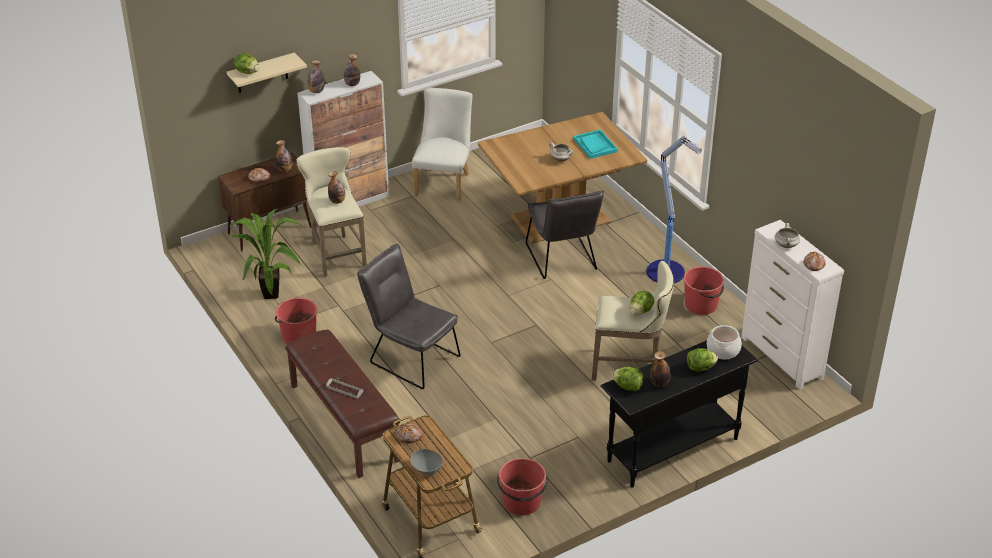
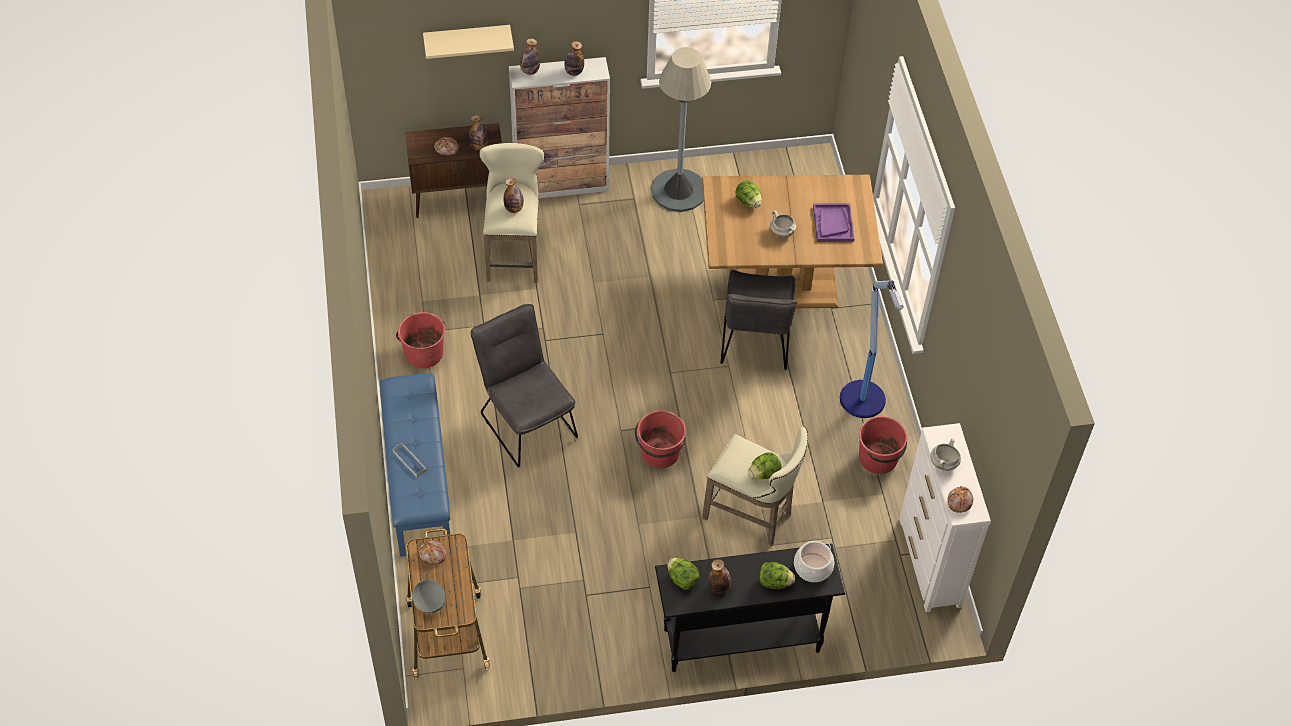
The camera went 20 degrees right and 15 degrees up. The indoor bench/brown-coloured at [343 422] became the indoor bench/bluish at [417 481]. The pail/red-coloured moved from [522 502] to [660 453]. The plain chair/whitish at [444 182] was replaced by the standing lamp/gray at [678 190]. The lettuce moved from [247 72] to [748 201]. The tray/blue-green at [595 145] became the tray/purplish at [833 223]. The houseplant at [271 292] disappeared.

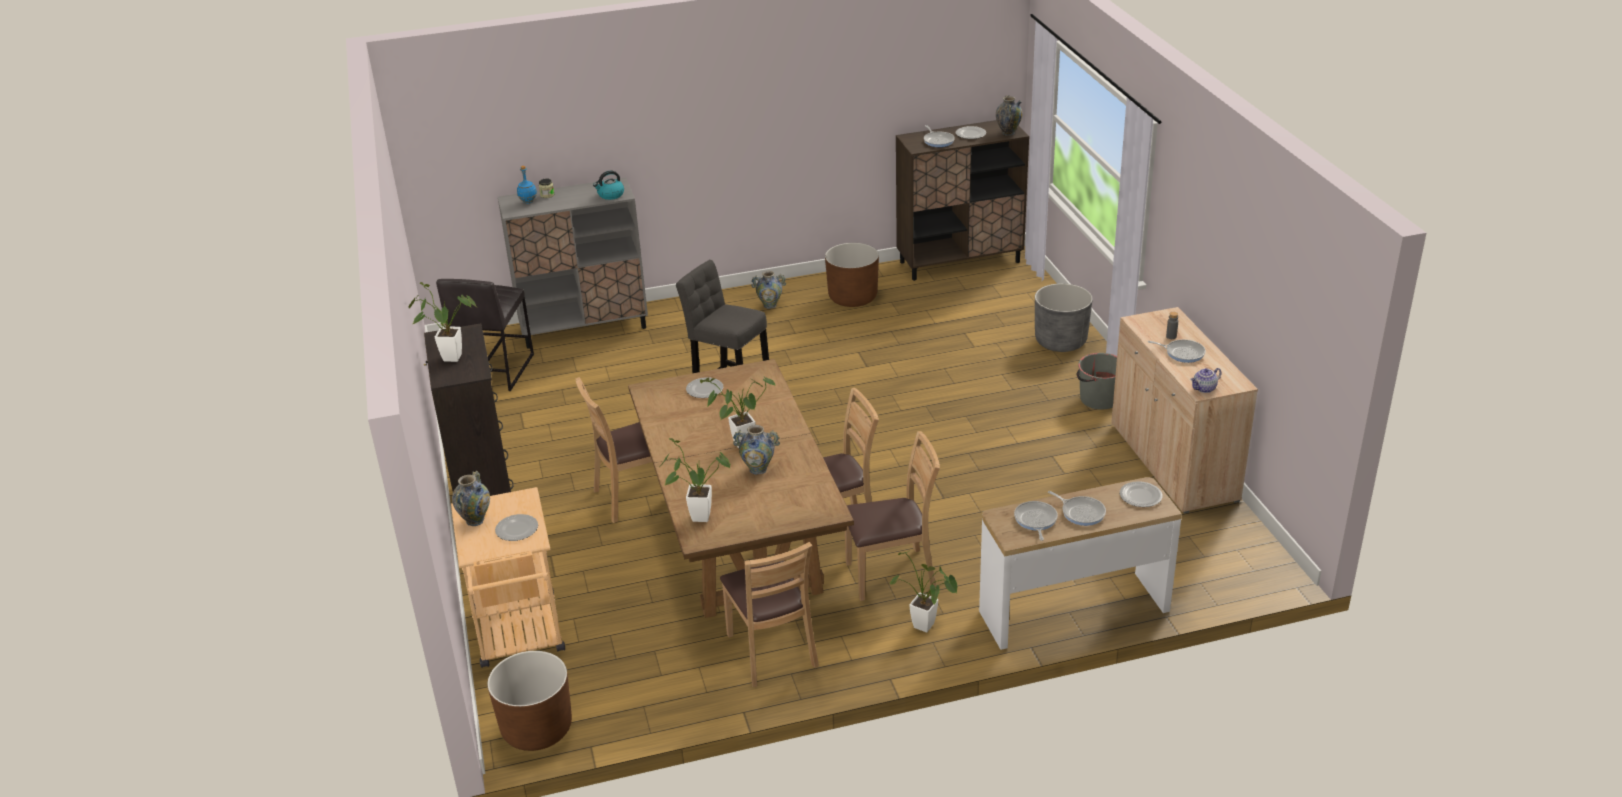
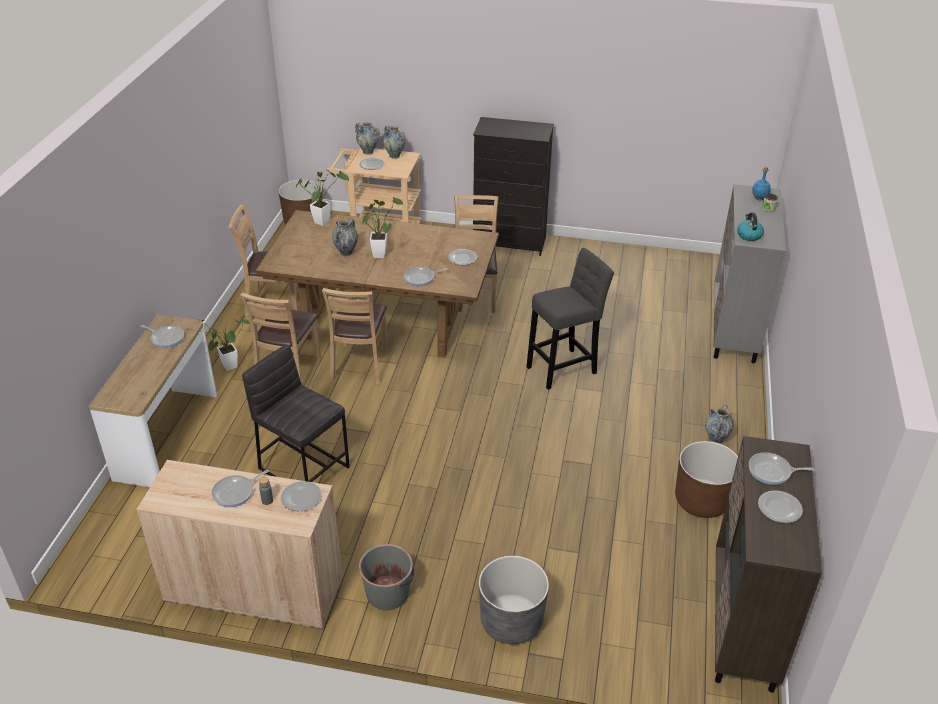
The camera went 115 degrees right and 5 degrees up. The stool seat/gray moved from [494 370] to [304 467]. The dinner plate moved from [1141 496] to [301 498]. The decorative vase moved from [1008 132] to [368 152]. The frying pan moved from [1081 512] to [421 278]. The houseplant at [448 357] disappeared. The tea pot at [1204 389] disappeared.

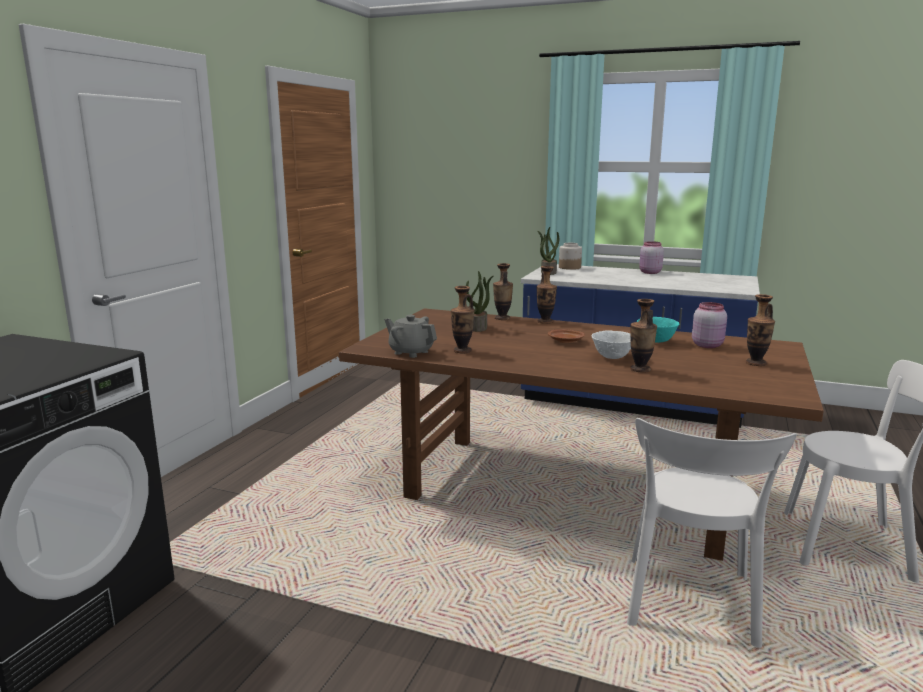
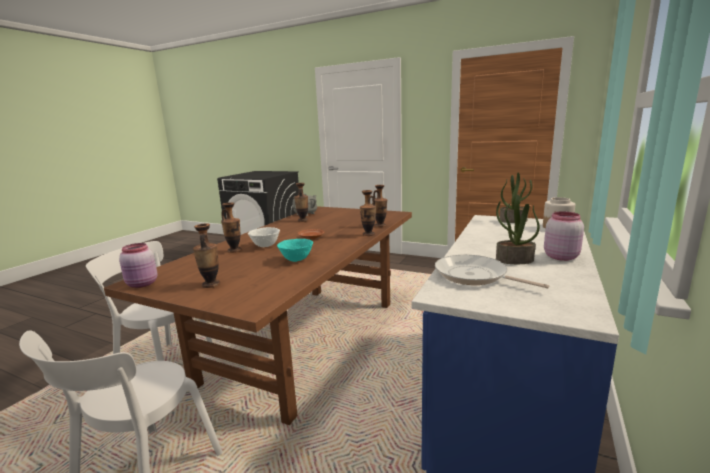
The camera went 95 degrees right and 0 degrees up. The storage jar/pink moved from [707 345] to [142 284]. The frying pan at [474 276] appeared. The houseplant moved from [477 328] to [514 260].

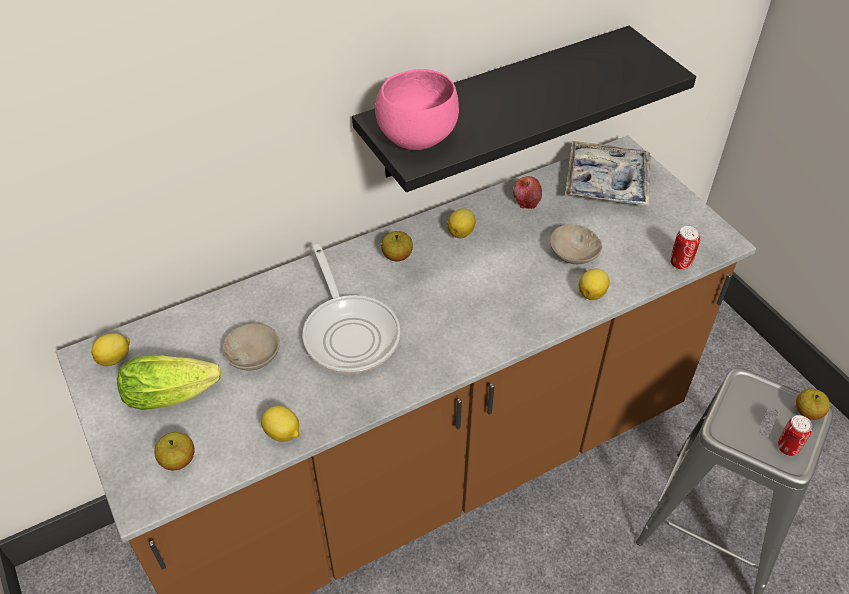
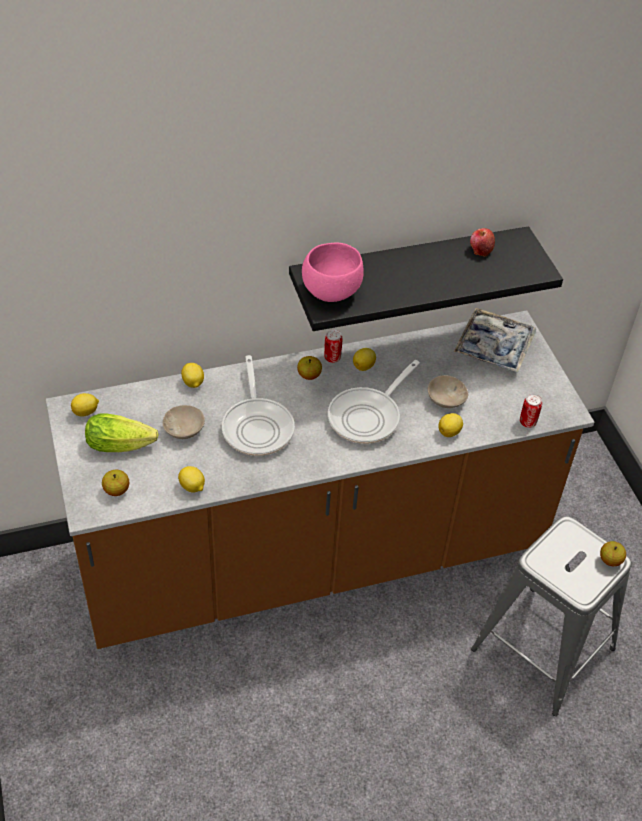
The camera went 10 degrees right and 0 degrees up. The whole lemon at [193 383] appeared. The can moved from [787 447] to [332 358]. The frying pan at [368 416] appeared. The apple moved from [526 202] to [480 250].

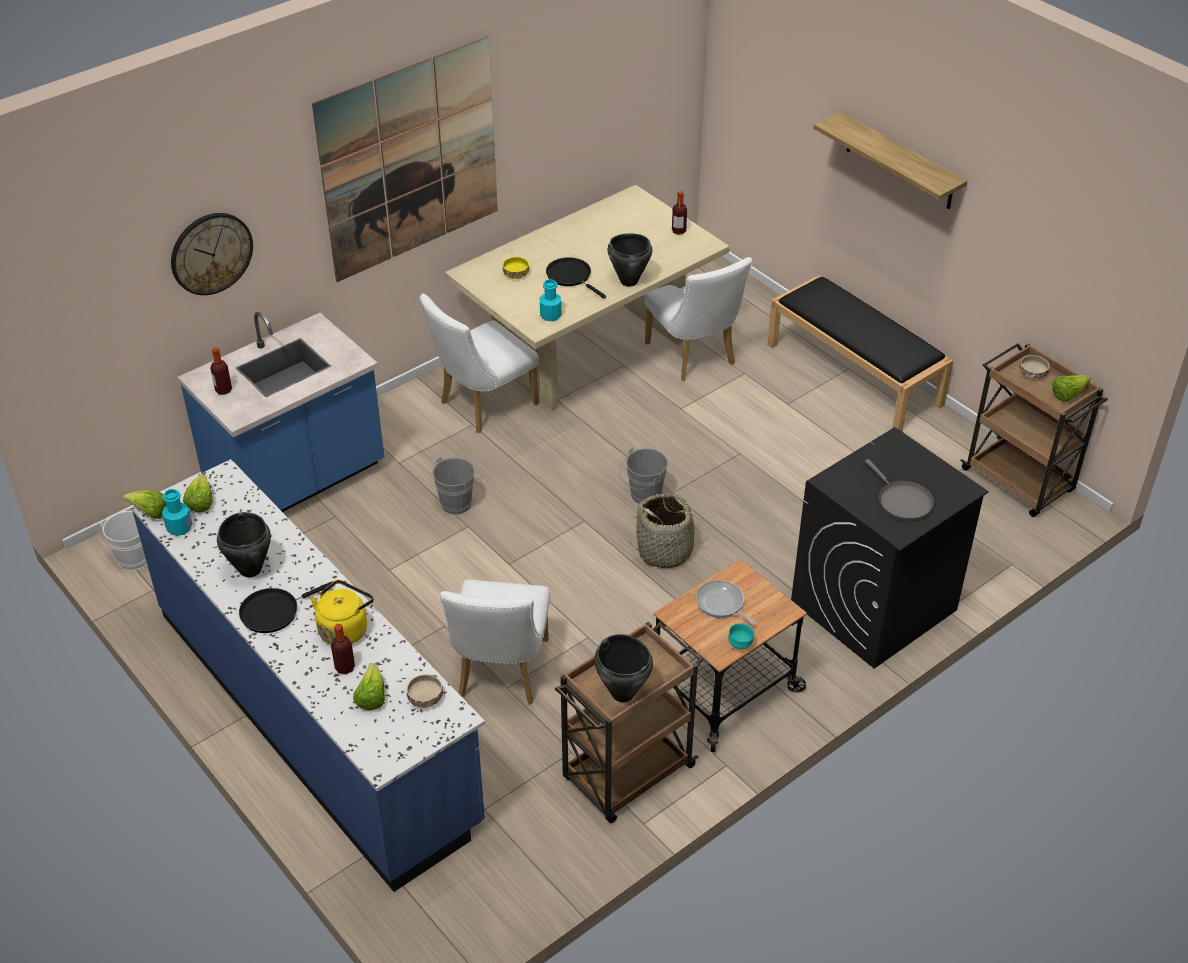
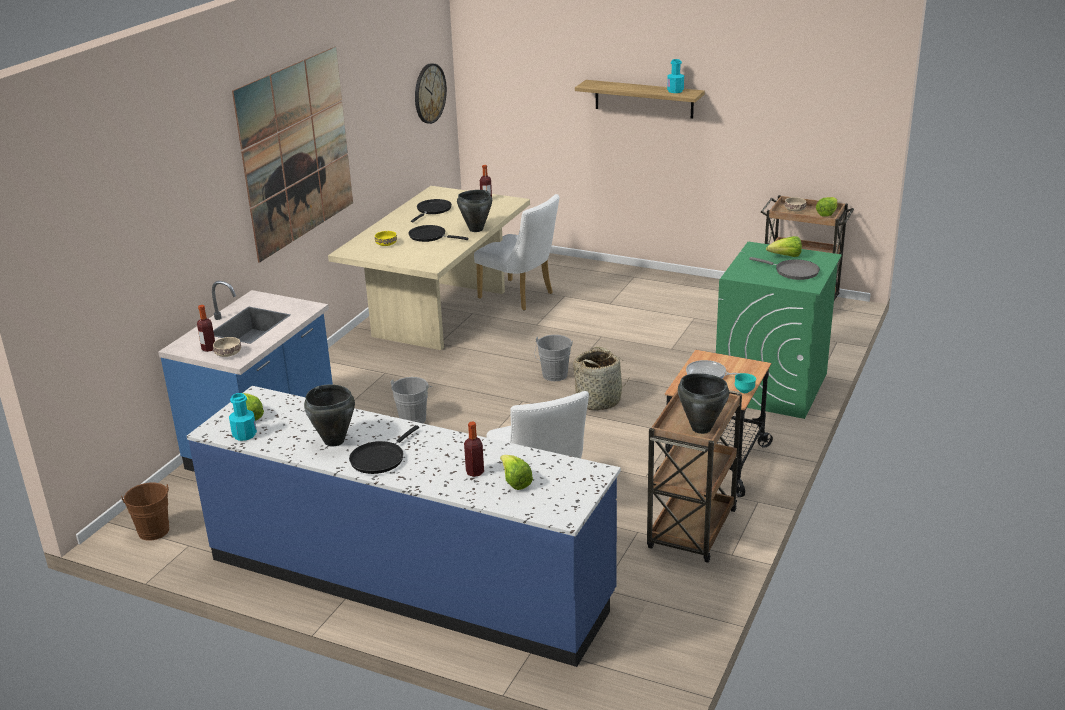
The camera went 25 degrees left and 15 degrees down. The pail/whitish at [135 556] became the pail/brown-coloured at [153 529]. The bowl/beige-coloured moved from [425 697] to [228 353]. The frying pan/black at [433 210] appeared. The clock on the wall moved from [211 253] to [429 93]. The bottle/blue-green moved from [550 315] to [675 91]. The washing machine/black at [873 606] became the washing machine/greenish at [771 387]. The lettuce moved from [150 512] to [785 256]. The kettle/yellow-coloured at [345 629] disappeared. The plain chair/whitish at [482 406] disappeared. The indoor bench/black at [855 374] disappeared.

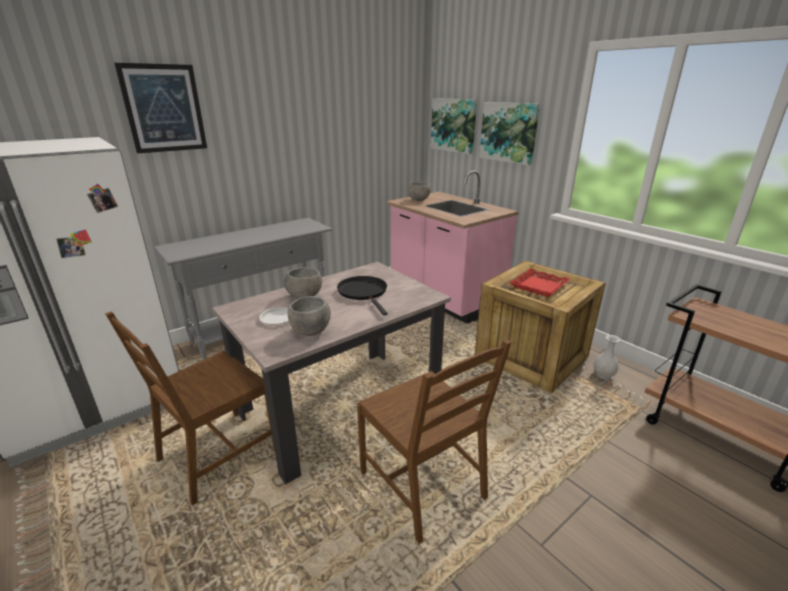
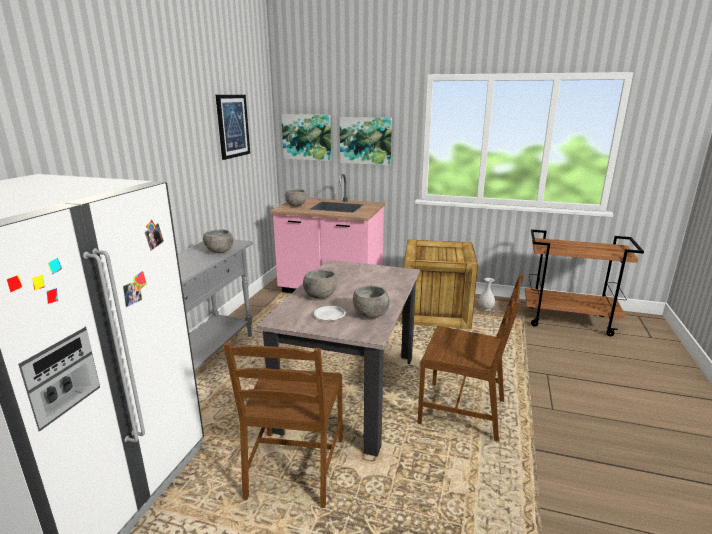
The camera went 35 degrees left and 5 degrees down. The bowl/gray at [220 251] appeared. The wall picture moved from [164 108] to [232 126]. The frying pan/black at [364 293] disappeared. The tray/red-coloured at [538 286] disappeared.

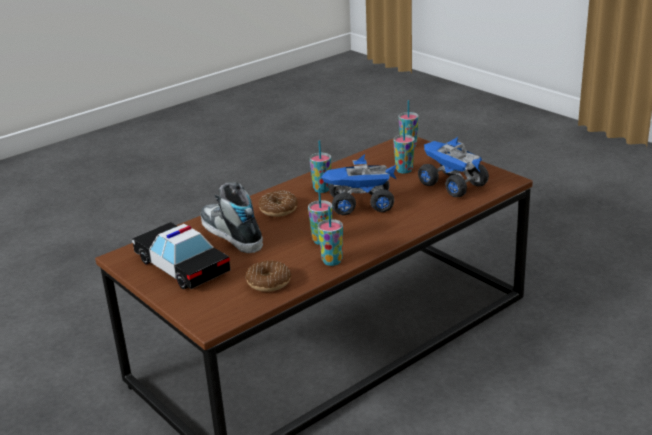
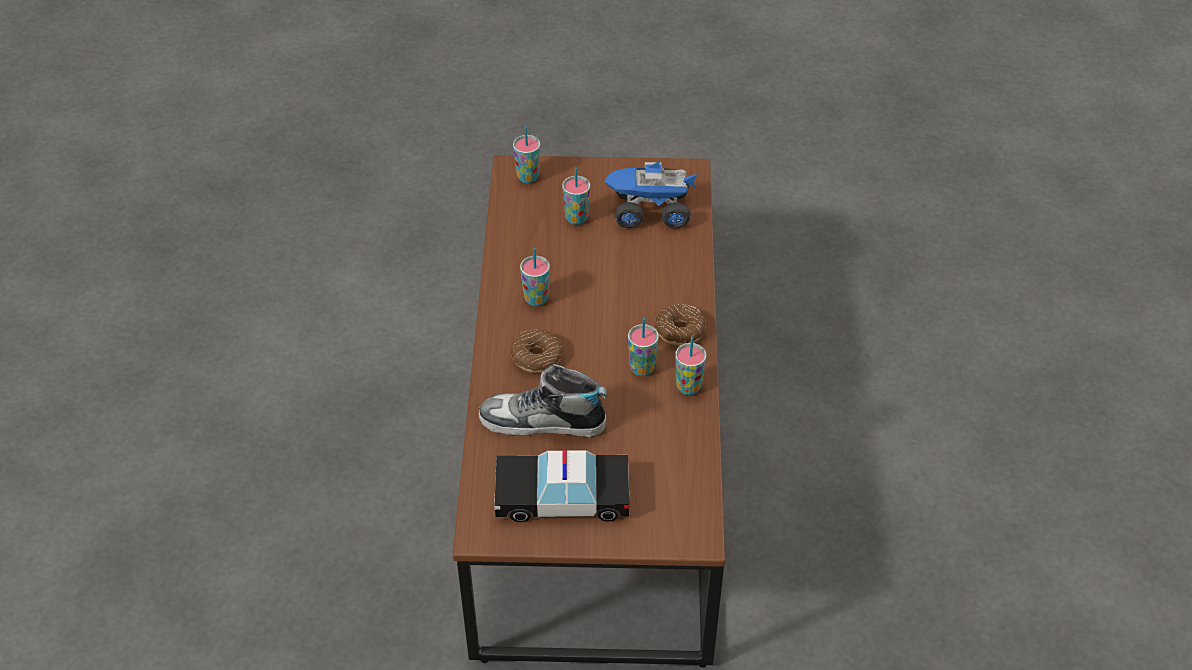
The camera went 50 degrees left and 20 degrees up. The doughnut moved from [269 282] to [680 330]. The toy truck at [360 205] disappeared.

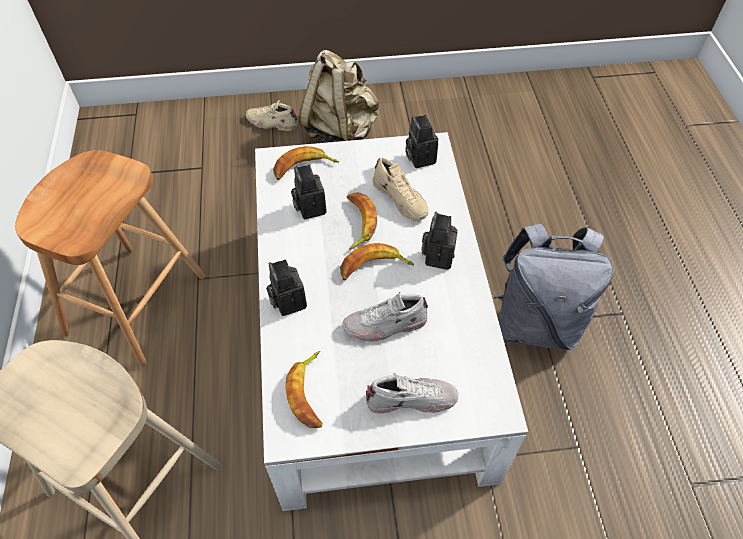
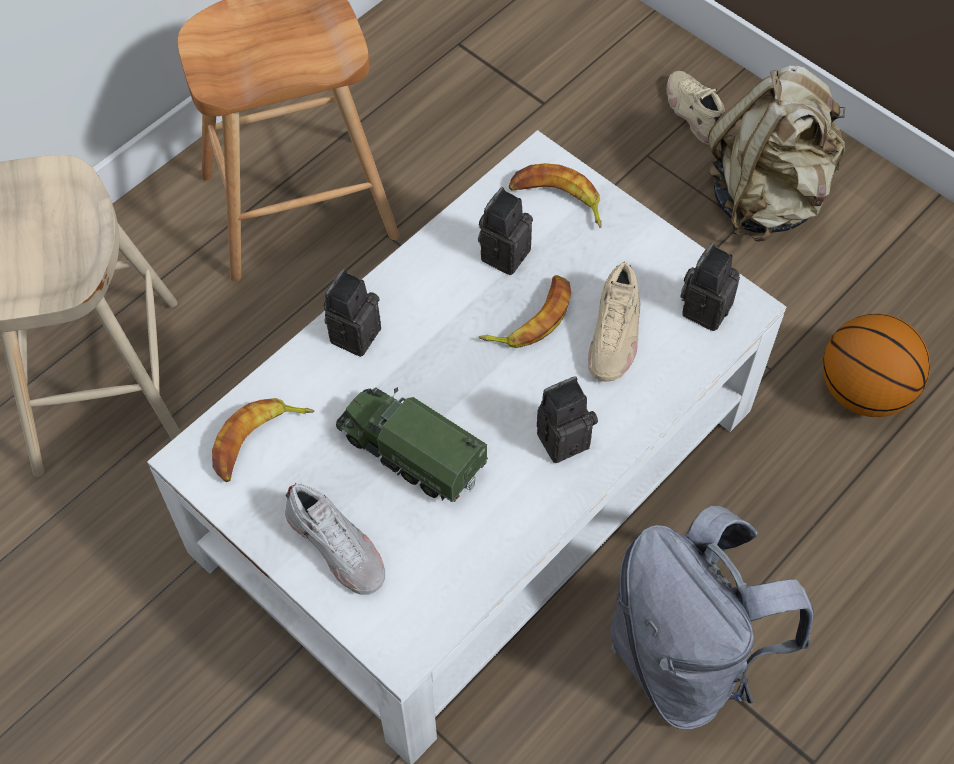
The camera went 50 degrees right and 5 degrees up. The low shoe/whitish at [385 325] was replaced by the toy truck at [410 452]. The ball for basketball at [863 390] appeared. The whole banana at [373 267] disappeared.

